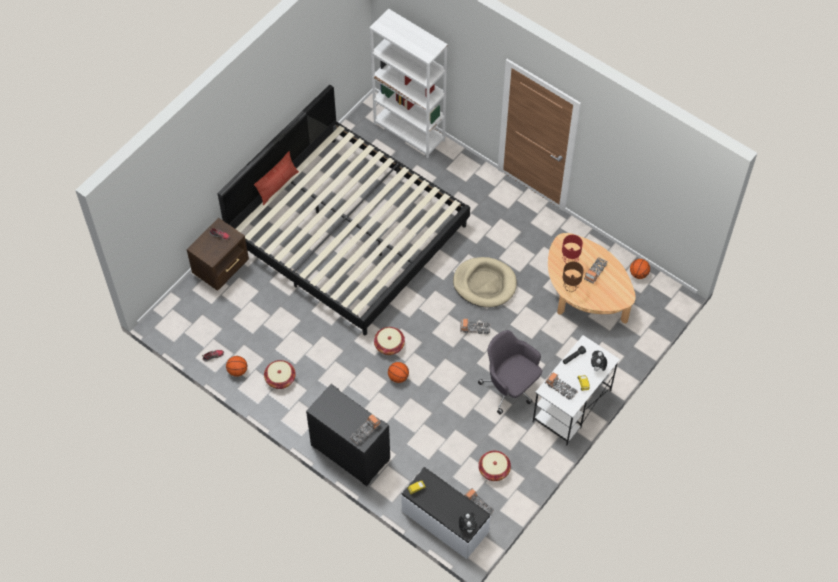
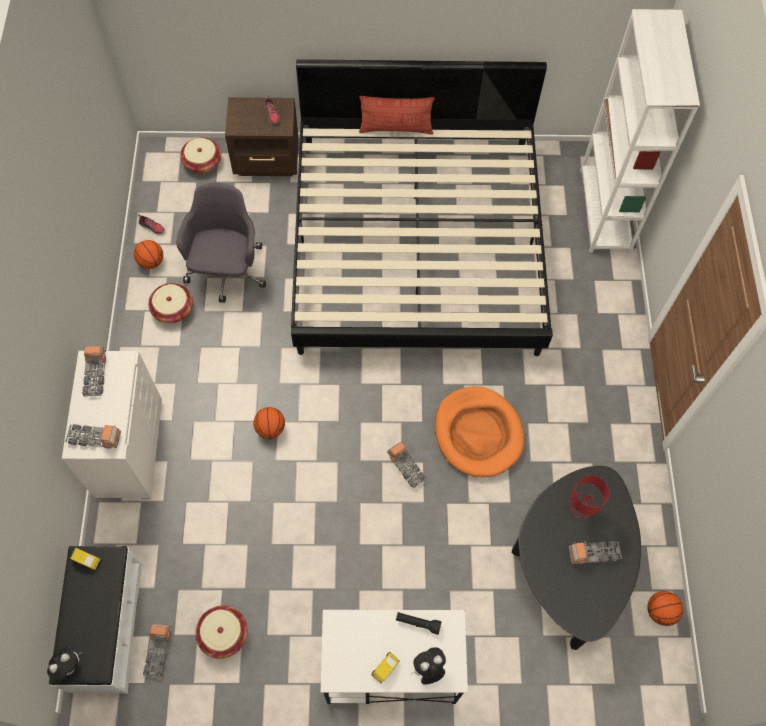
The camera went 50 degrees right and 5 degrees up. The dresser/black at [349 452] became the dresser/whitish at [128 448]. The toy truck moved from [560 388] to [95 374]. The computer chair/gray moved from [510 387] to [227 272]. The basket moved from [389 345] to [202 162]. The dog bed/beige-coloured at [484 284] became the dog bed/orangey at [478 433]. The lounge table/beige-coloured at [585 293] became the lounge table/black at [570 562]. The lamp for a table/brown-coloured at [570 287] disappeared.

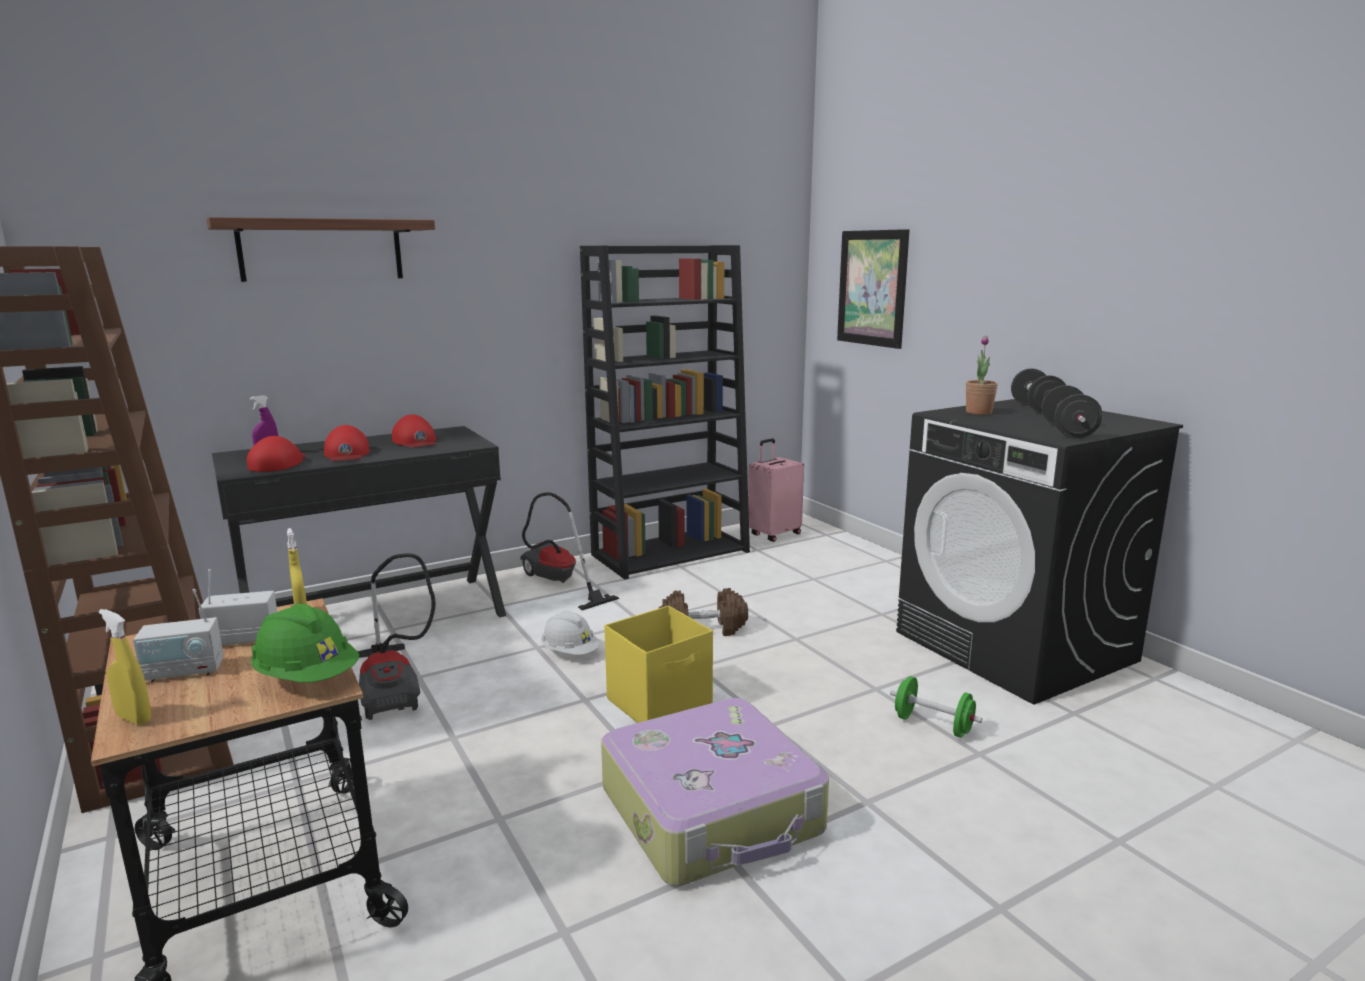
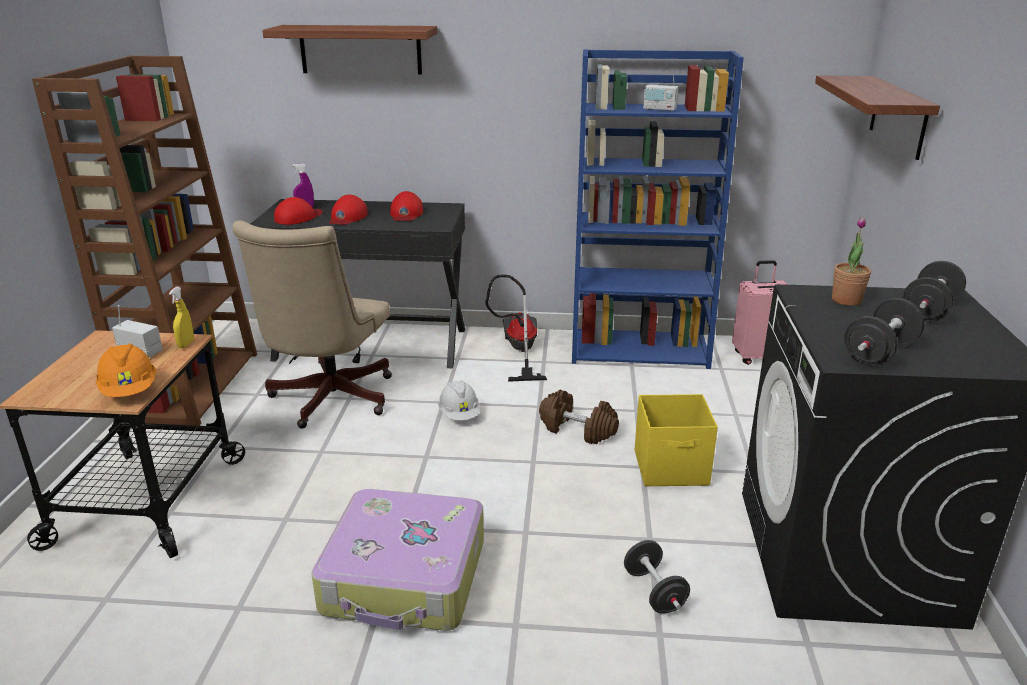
The camera went 35 degrees right and 10 degrees up. The hard hat/greenish at [307 678] became the hard hat/orangey at [130 391]. The vacuum cleaner at [393 687] was replaced by the computer chair/beige-coloured at [328 401]. The bookcase/black at [671 553] became the bookcase/bluish at [640 349]. The hand weight/greenish at [933 725] became the hand weight/black at [654 592]. The storage bin/yellow-coloured moved from [661 703] to [672 468]. The radio receiver moved from [184 672] to [659 109]. The wall picture at [872 288] was replaced by the bracket shelf at [898 116]. The sprayer/yellow-coloured at [134 718] disappeared.

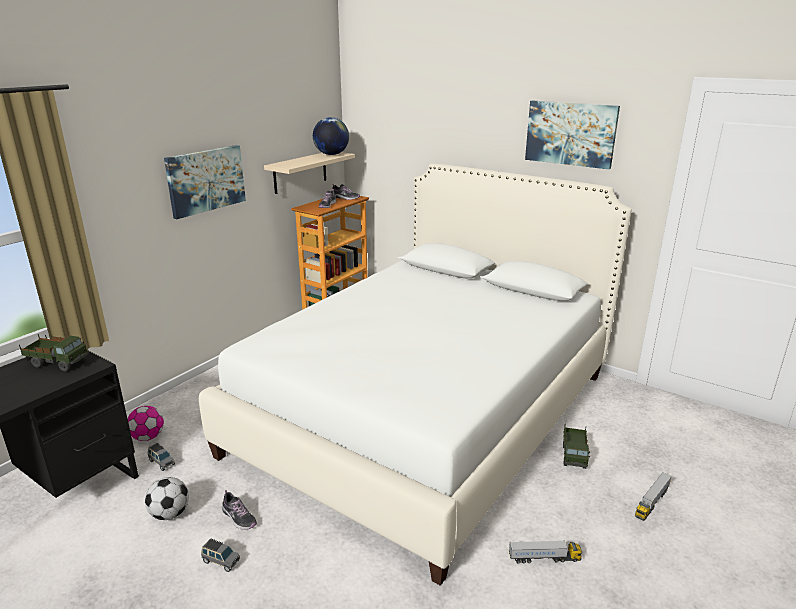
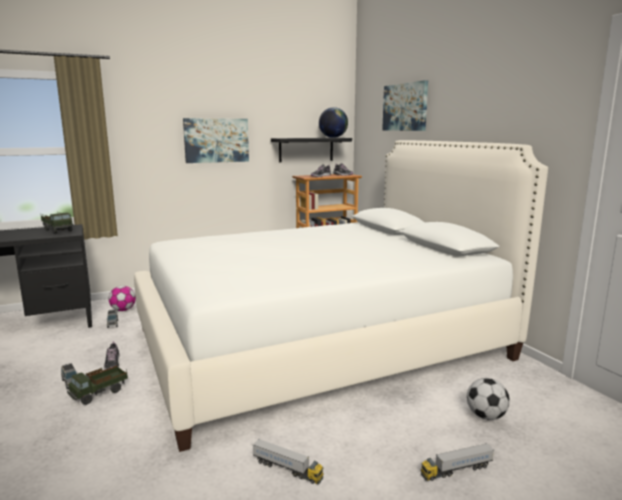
The camera went 30 degrees right and 10 degrees down. The toy truck moved from [574 456] to [99 393]. The bracket shelf/beige-coloured at [300 172] became the bracket shelf/black at [306 149]. The wall picture moved from [570 133] to [405 107]. The ball for football moved from [170 514] to [485 416].

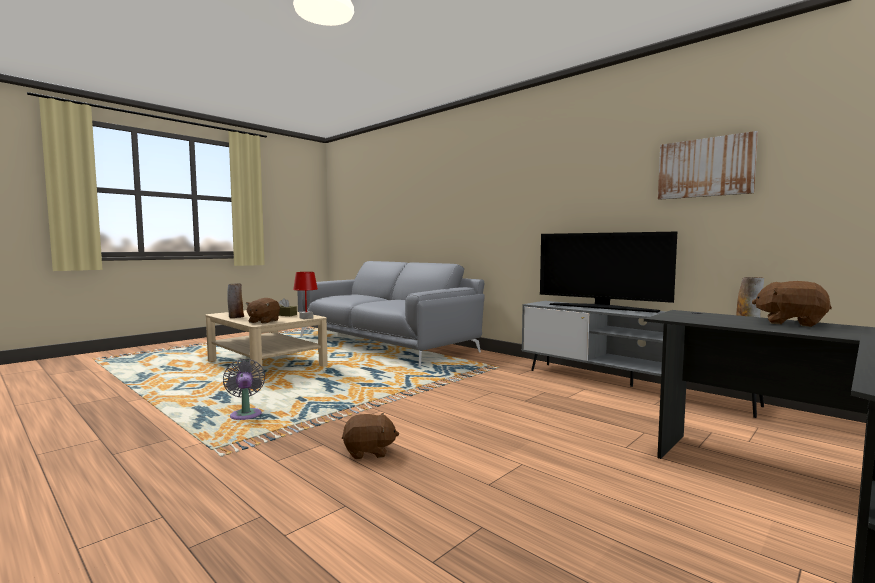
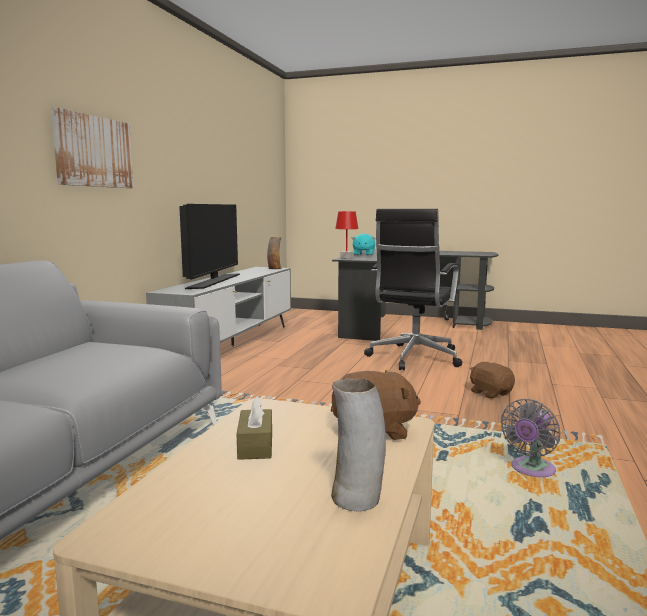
The camera went 115 degrees left and 5 degrees up. The wall picture moved from [705 168] to [93 151]. The lamp for a table/red-coloured moved from [306 318] to [346 257]. The cuddly toy/brown-coloured at [790 323] became the cuddly toy/blue-green at [363 254]. The computer chair/black at [413 358] appeared.

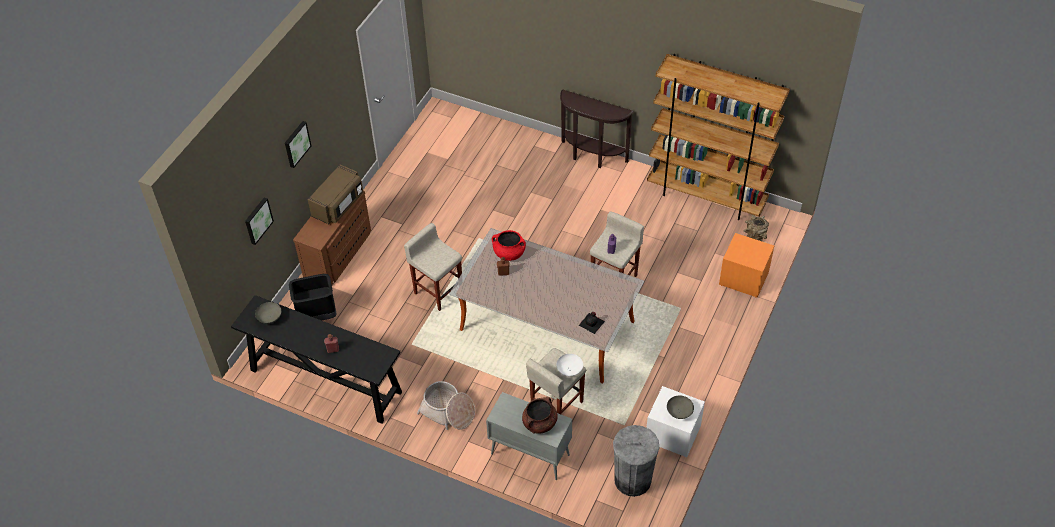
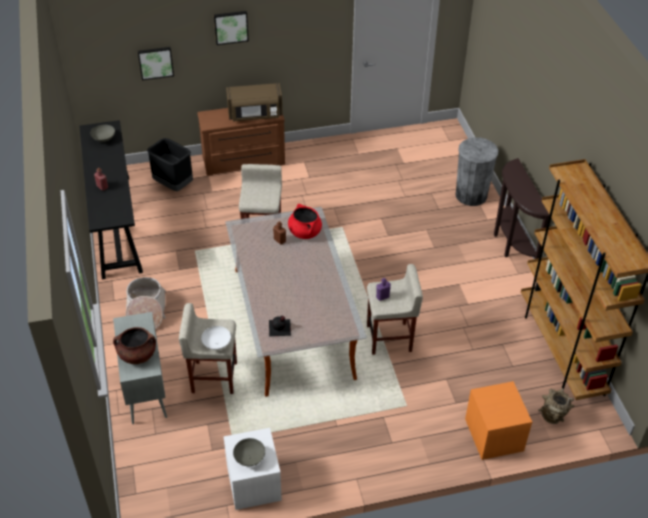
The camera went 50 degrees right and 5 degrees down. The trash can/gray moved from [632 480] to [471 195].

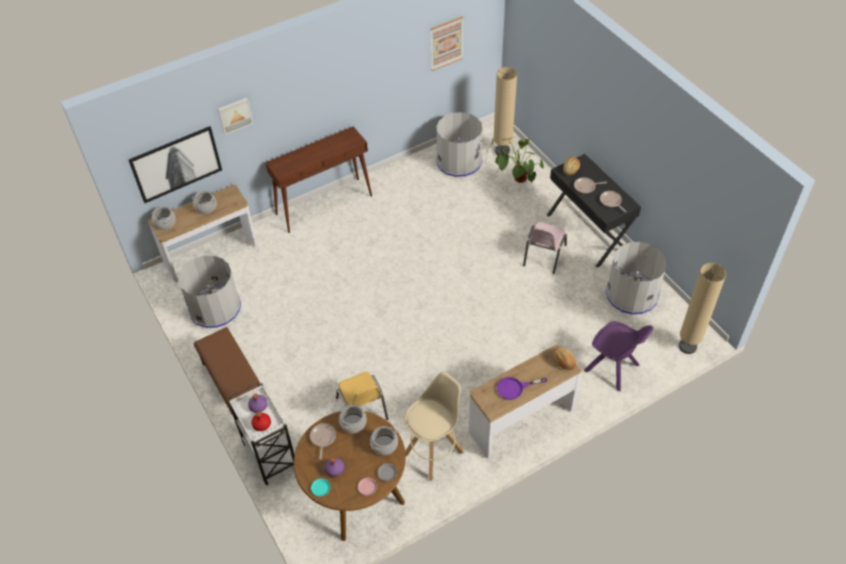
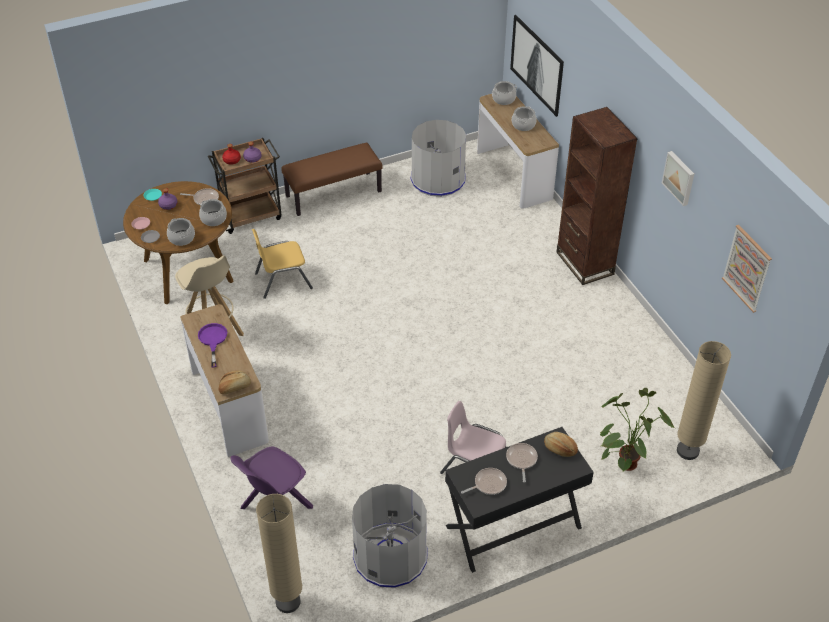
The camera went 95 degrees right and 5 degrees down. The cart/whitish at [269 454] became the cart/brown-coloured at [251 215]. The console table/brown-coloured at [324 205] was replaced by the bookcase/brown-coloured at [584 263]. The wall picture moved from [235 115] to [679 177]. The trash can/gray at [459 161] disappeared.

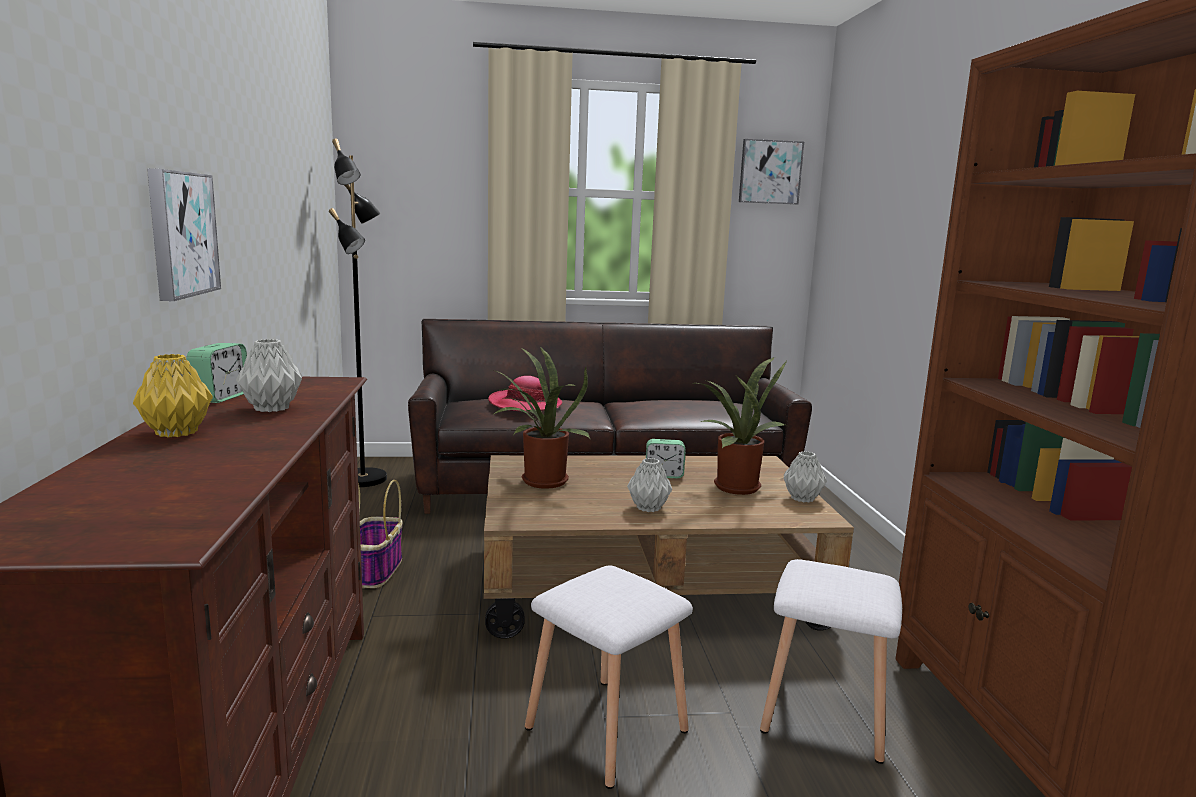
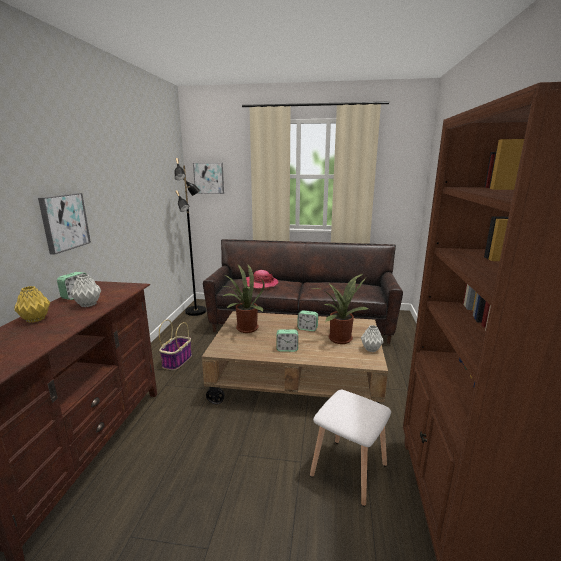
The camera went 15 degrees right and 5 degrees up. The wall picture moved from [770 172] to [209 178]. The decorative vase/gray at [649 508] was replaced by the alarm clock at [287 349]. The stool seat/whitish at [604 728] disappeared.

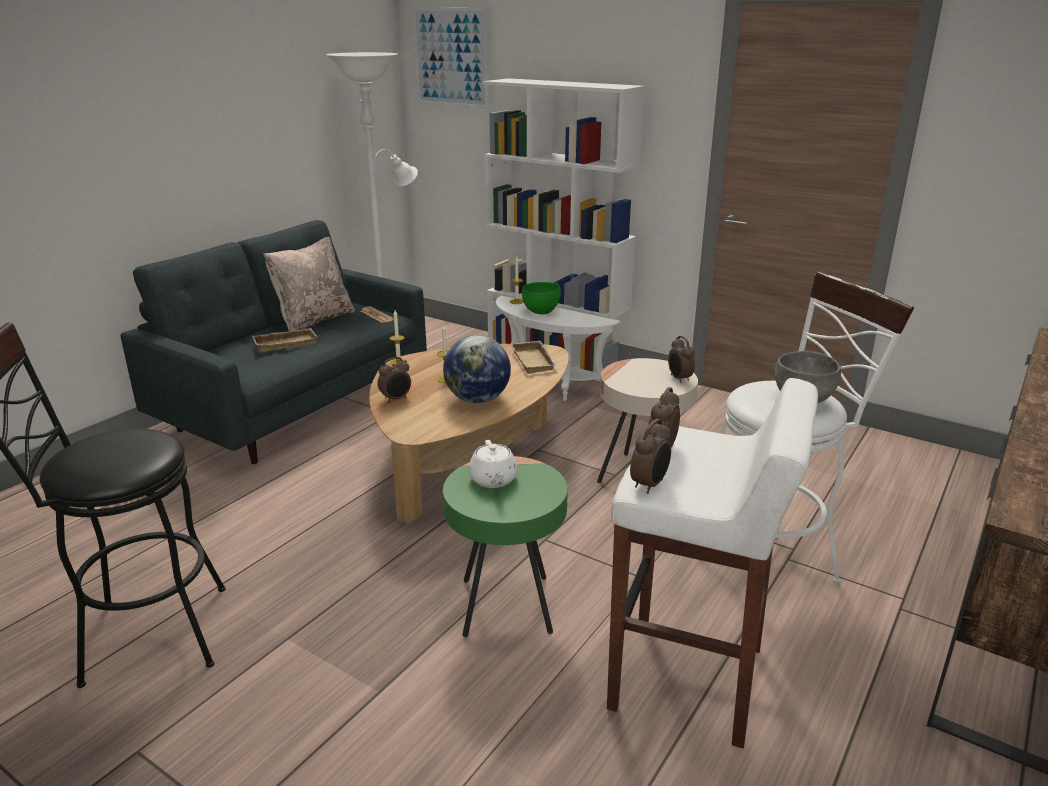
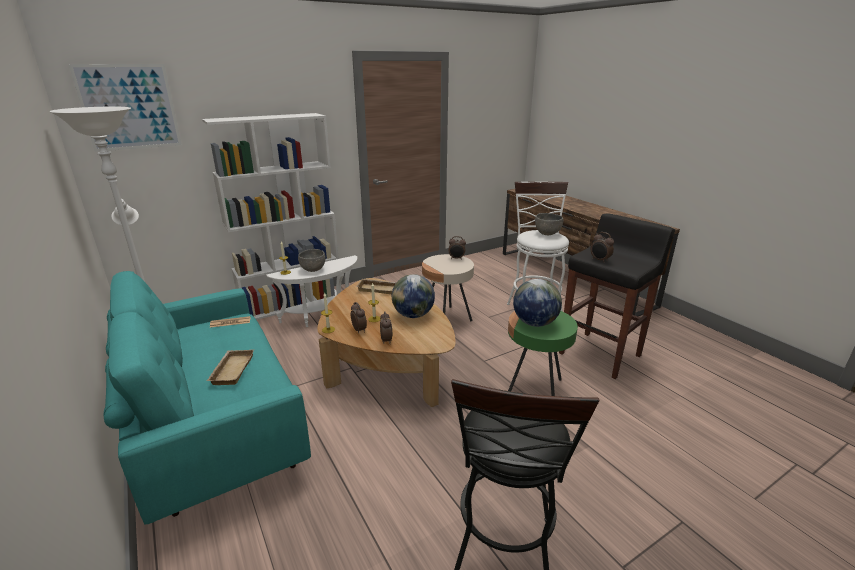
The camera went 65 degrees left and 0 degrees up. The couch/gray at [297 405] became the couch/blue-green at [217 426]. The bowl/greenish at [541 311] became the bowl/gray at [313 270]. The alarm clock moved from [650 485] to [359 330]. The tea pot/whitish at [493 480] was replaced by the desk globe at [534 323]. The stool seat/whitish at [690 679] became the stool seat/black at [600 354]. The pillow/beige-coloured at [314 320] disappeared.

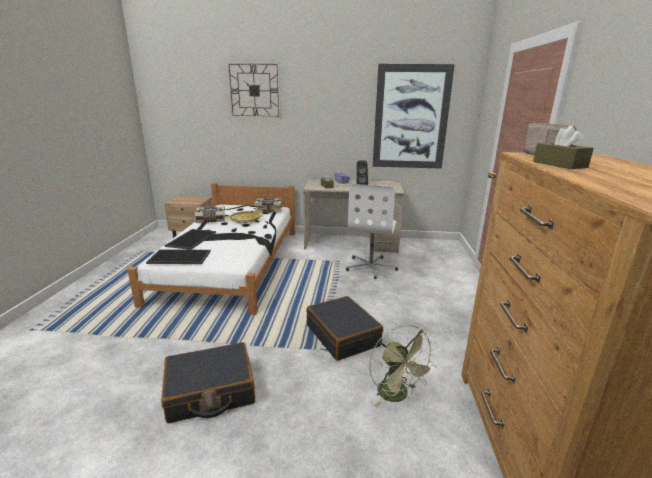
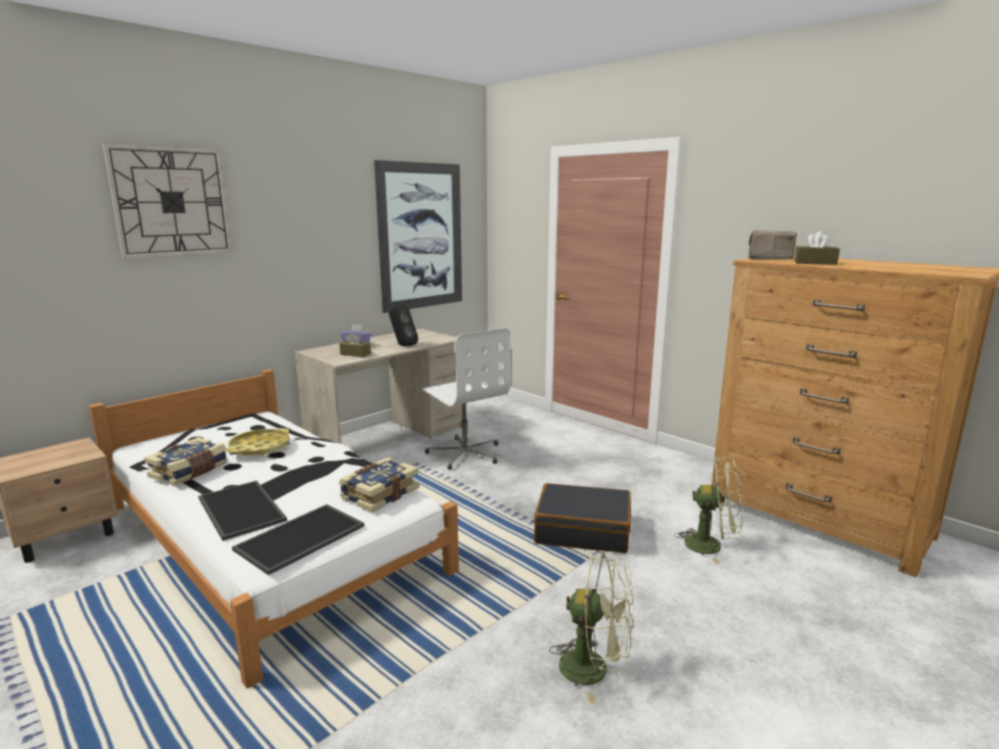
The camera went 50 degrees left and 5 degrees down. The volume moved from [268 210] to [379 494]. The piece of luggage/black at [210 391] was replaced by the electric fan/greenish at [595 669].

